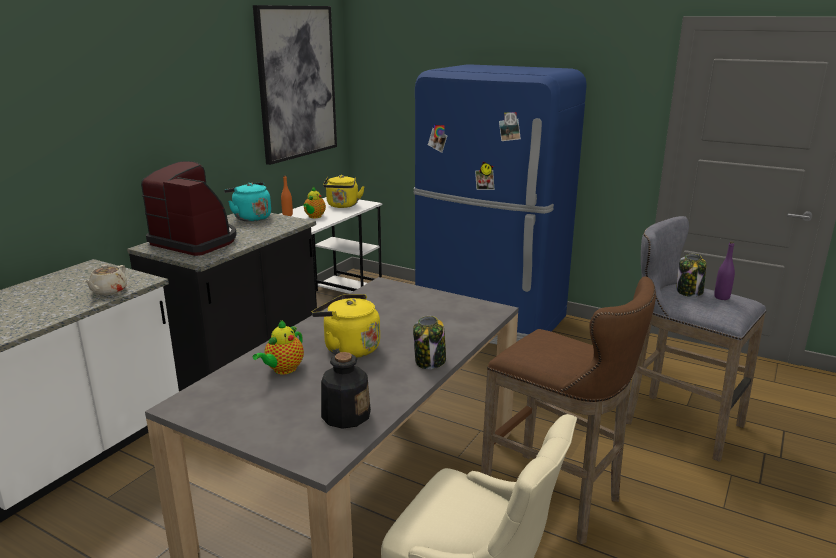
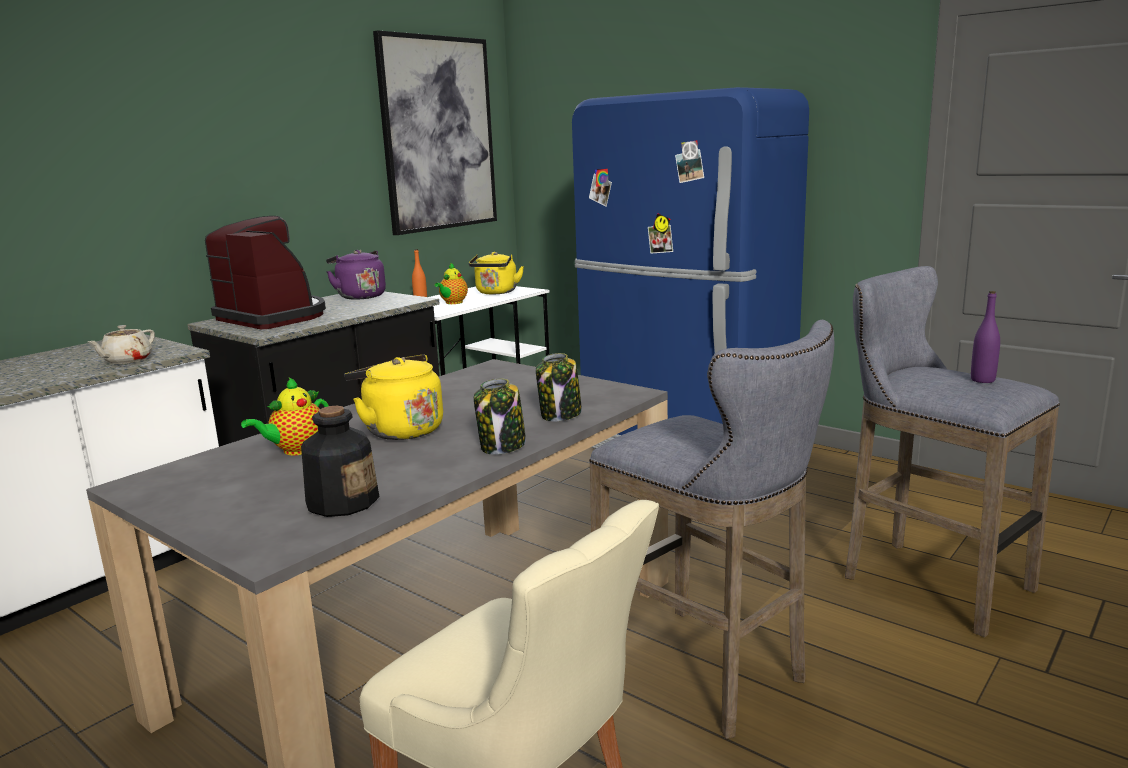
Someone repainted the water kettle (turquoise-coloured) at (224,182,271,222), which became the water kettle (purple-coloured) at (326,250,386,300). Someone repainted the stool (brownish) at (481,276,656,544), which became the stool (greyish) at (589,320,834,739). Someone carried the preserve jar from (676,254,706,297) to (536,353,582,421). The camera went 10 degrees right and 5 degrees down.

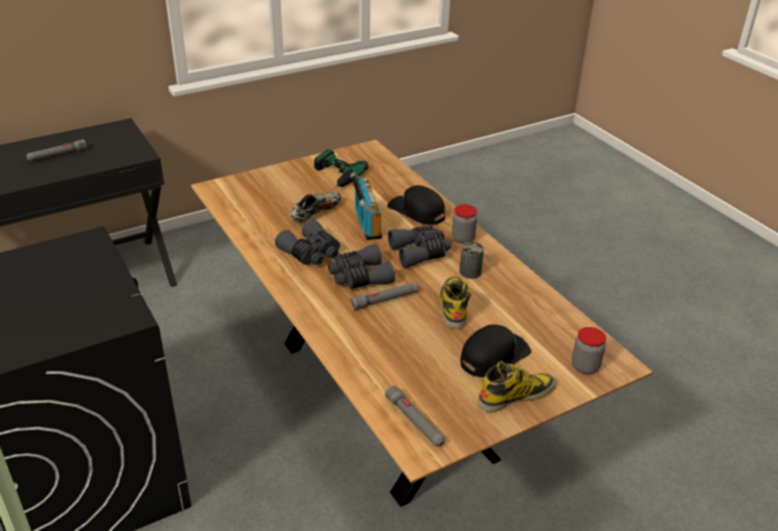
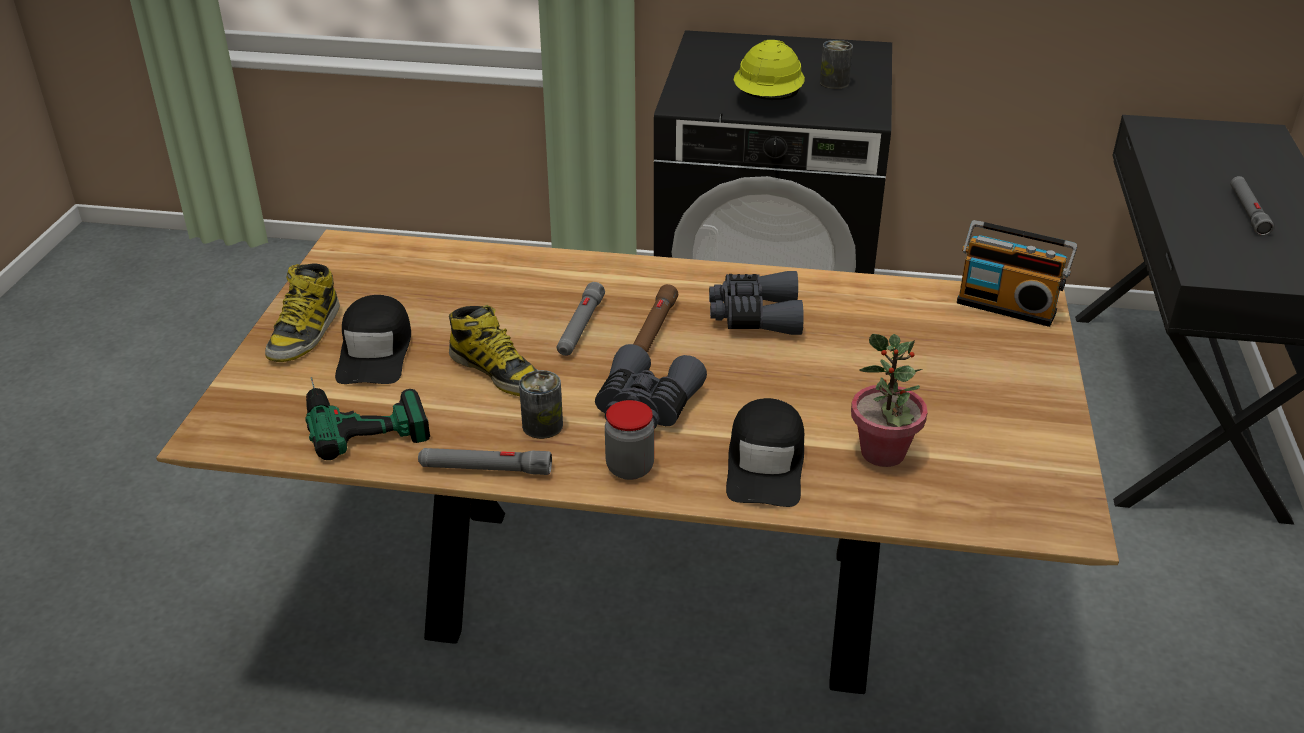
Someone took away the item of footwear at (291,192,341,223). Someone carried the electric drill from (314,149,368,190) to (305,377,430,460). Someone swapped the pair of binoculars (greyish) at (328,244,395,289) for the torch (brownish) at (633,284,678,353). Someone carried the radio receiver from (351,172,382,240) to (957,220,1077,327). Someone carried the torch (greyish) from (385,385,445,447) to (418,448,552,475). Someone rotated the cap (black-coloured) at (387,185,445,225) by 105 degrees clockwise. Someone took away the preserve jar at (572,327,606,374). Someone put down the hard hat (yellowish) at (734,40,805,100). Someone put down the metal can at (820,40,853,89). Someone put down the potted plant at (851,334,928,467). The camera went 130 degrees right and 0 degrees up.

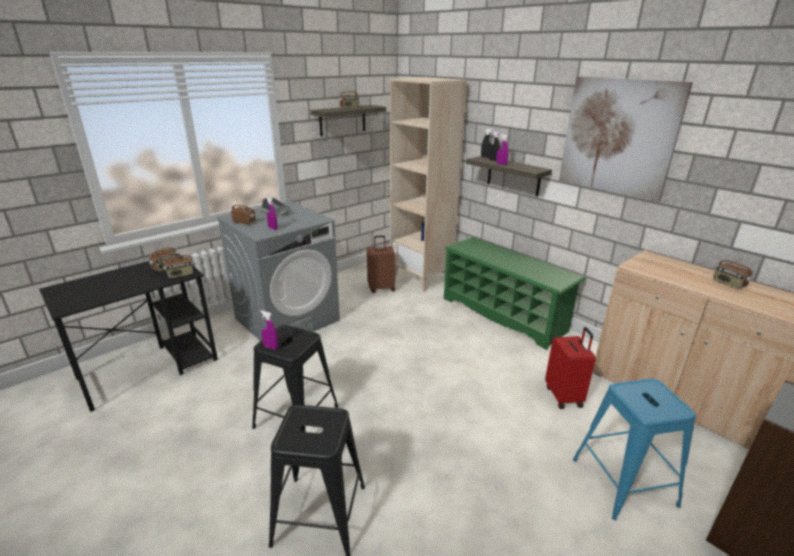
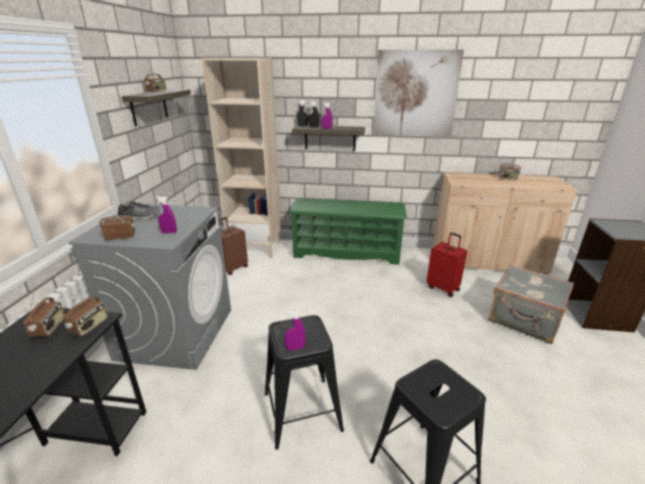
Someone swapped the stool (blue) at (573,379,696,520) for the travel case (greyish) at (489,265,574,344). The camera went 40 degrees left and 0 degrees up.

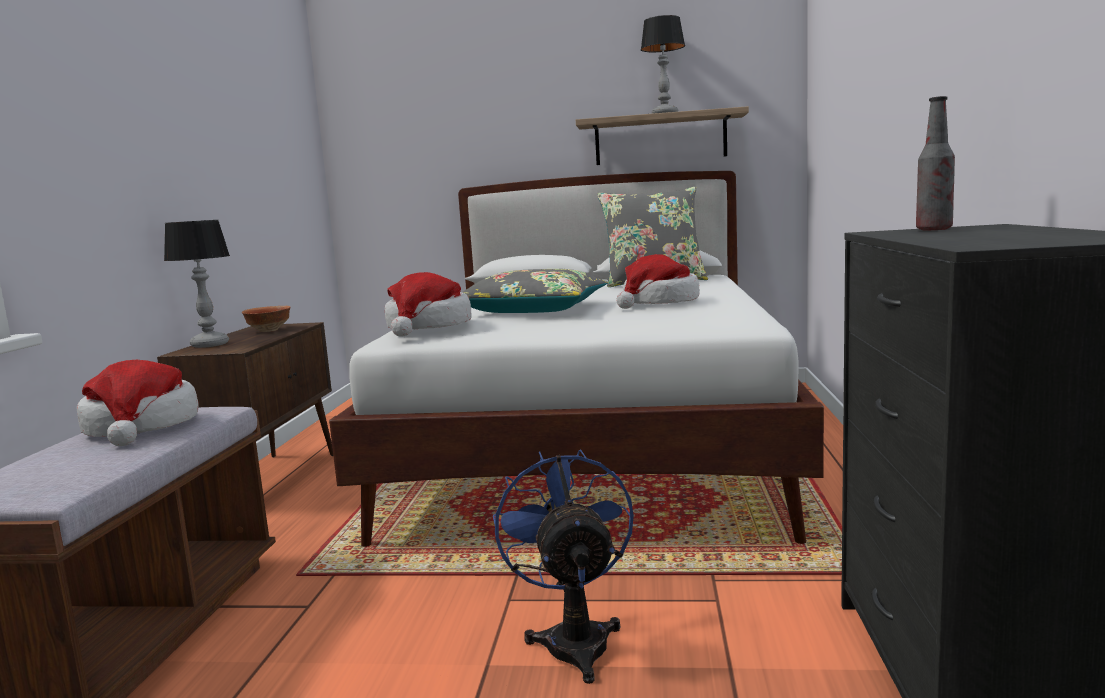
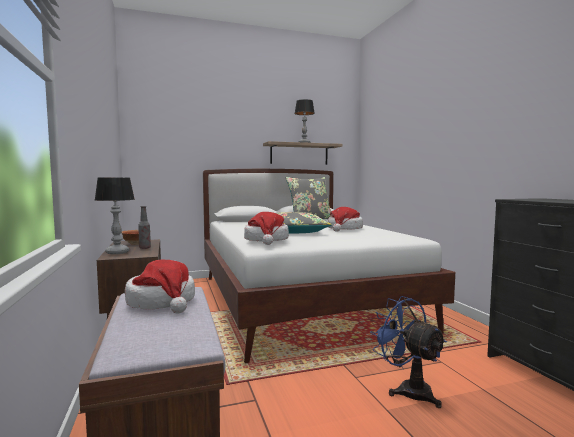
Someone carried the bottle from (916,96,955,230) to (138,206,151,249). The camera went 25 degrees left and 5 degrees down.

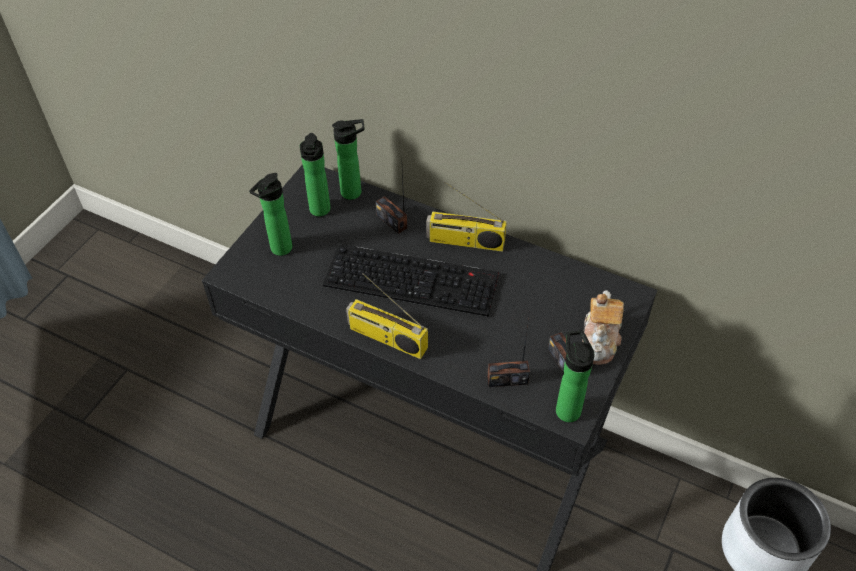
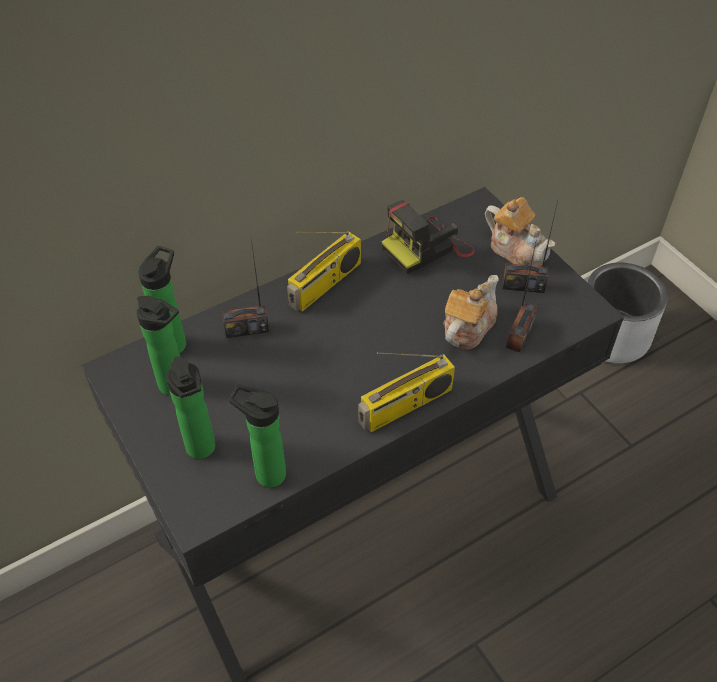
Someone took away the keyboard at (323,244,499,317). Someone carried the bottle from (556,330,594,422) to (229,384,286,488). Someone put down the photo camera at (381,200,475,274). Someone put down the pot for tea at (443,275,499,350). The camera went 60 degrees left and 0 degrees up.

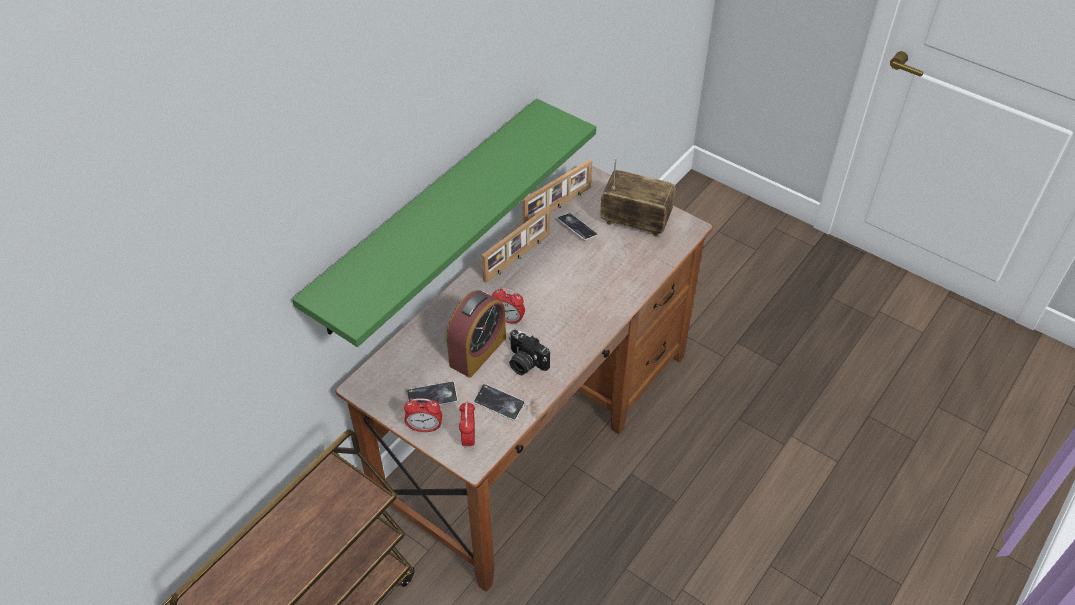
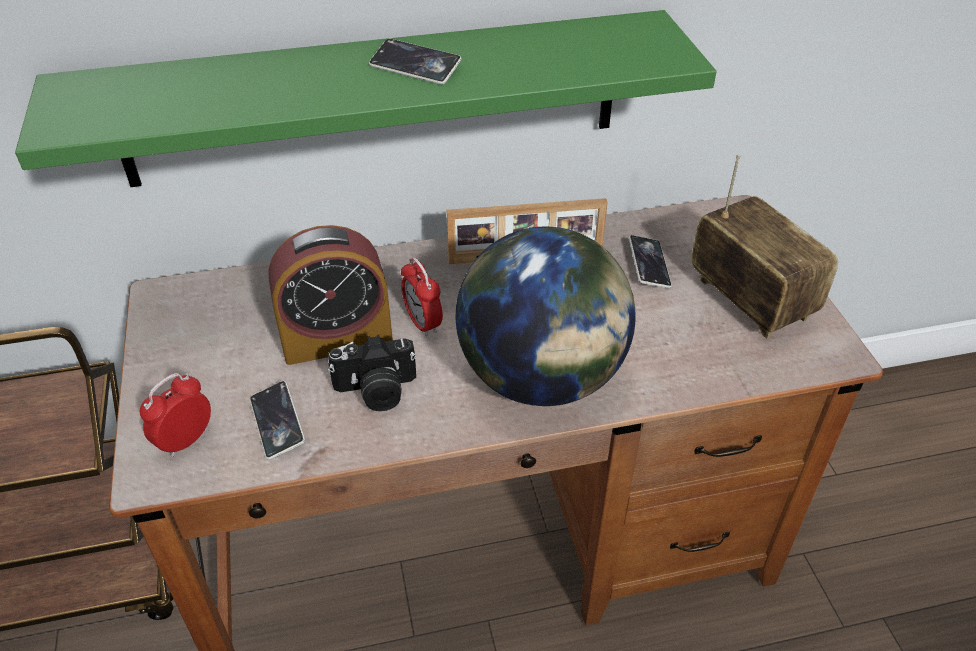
Someone took away the table clock at (404,398,442,432). Someone carried the telephone from (407,381,458,405) to (369,39,461,85). Someone rotated the photo camera at (509,330,550,375) by 90 degrees counterclockwise. Someone took away the picture frame at (522,159,592,224). Someone put down the desk globe at (455,227,636,406). The camera went 40 degrees right and 5 degrees down.

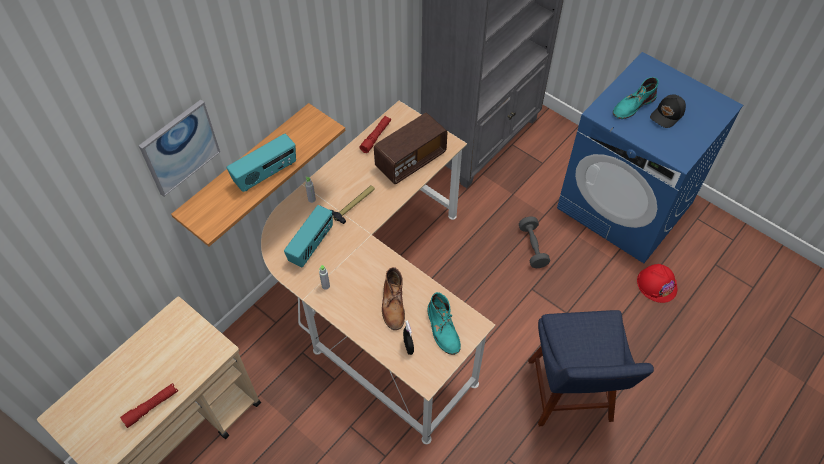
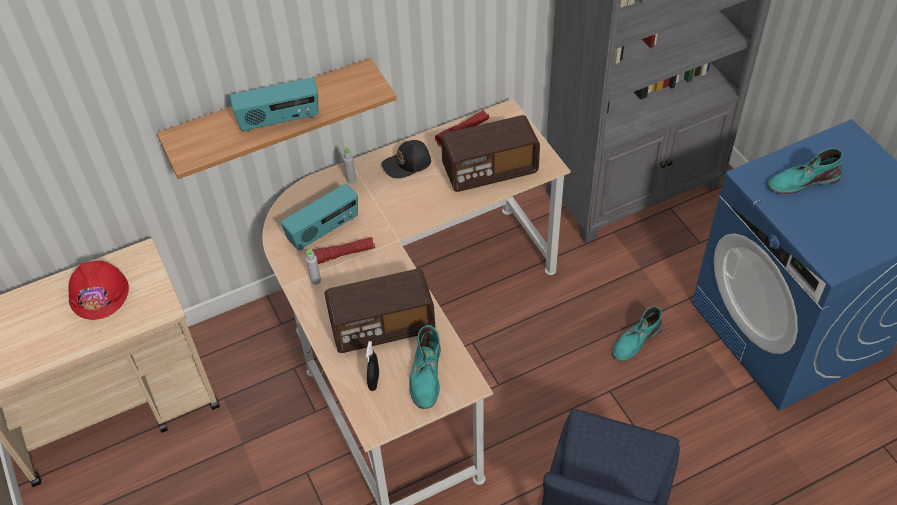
Someone carried the torch (red-coloured) from (120,383,178,428) to (312,237,375,264). Someone took away the wall art at (139,100,220,197). Someone took away the hammer at (331,185,375,224). Someone swapped the boot (brownish) at (382,267,405,330) for the radio receiver at (324,269,436,353). Someone swapped the free weight (greyish) at (519,216,550,268) for the boot (turquoise-coloured) at (612,306,663,361). Someone carried the hard hat (red-coloured) from (637,264,677,303) to (68,261,129,320). Someone carried the cap (black-coloured) from (650,94,686,128) to (382,140,431,178). The camera went 25 degrees right and 5 degrees down.

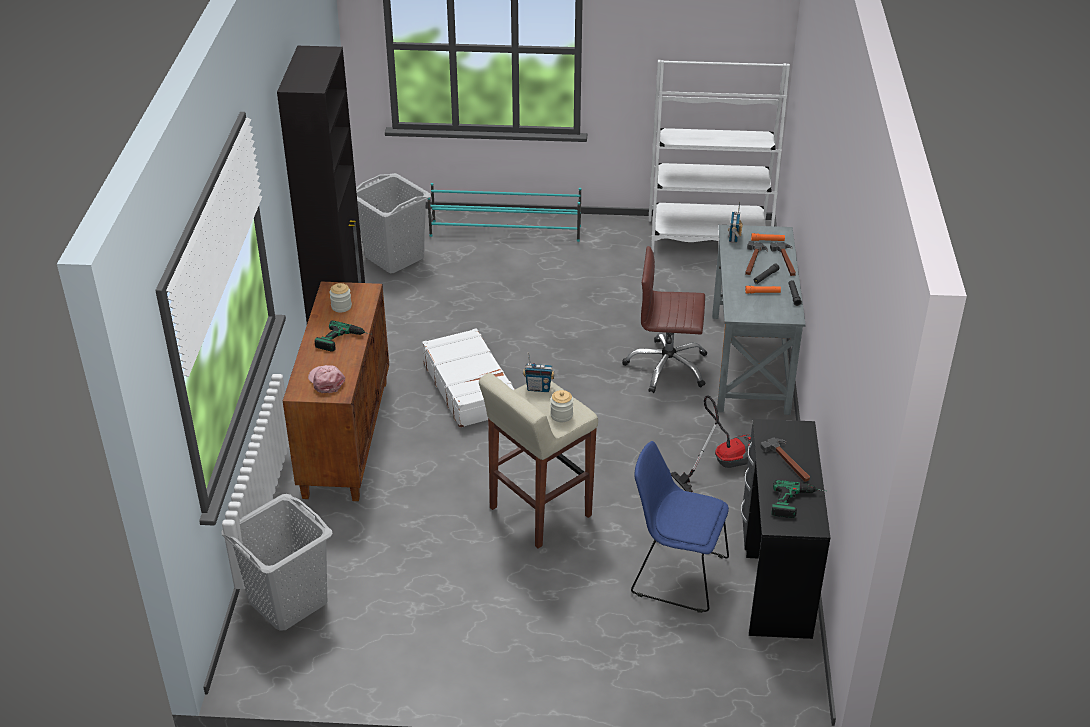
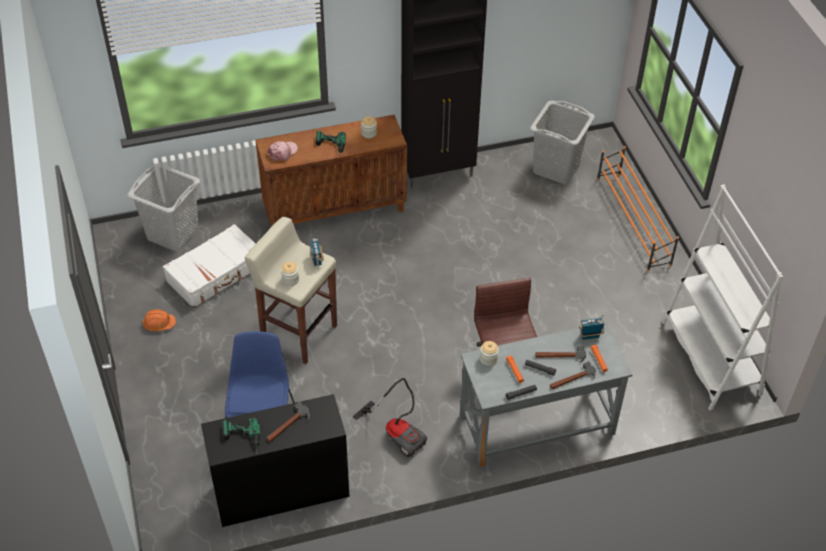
Someone carried the travel case (white) from (422,328,515,428) to (163,224,256,308). Someone repainted the shoe shelf (turquoise-coloured) at (428,183,581,242), which became the shoe shelf (orangey) at (597,146,679,271). Someone put down the hard hat (orangey) at (143,309,176,331). Someone put down the preserve jar at (480,341,499,366). The camera went 70 degrees right and 10 degrees up.

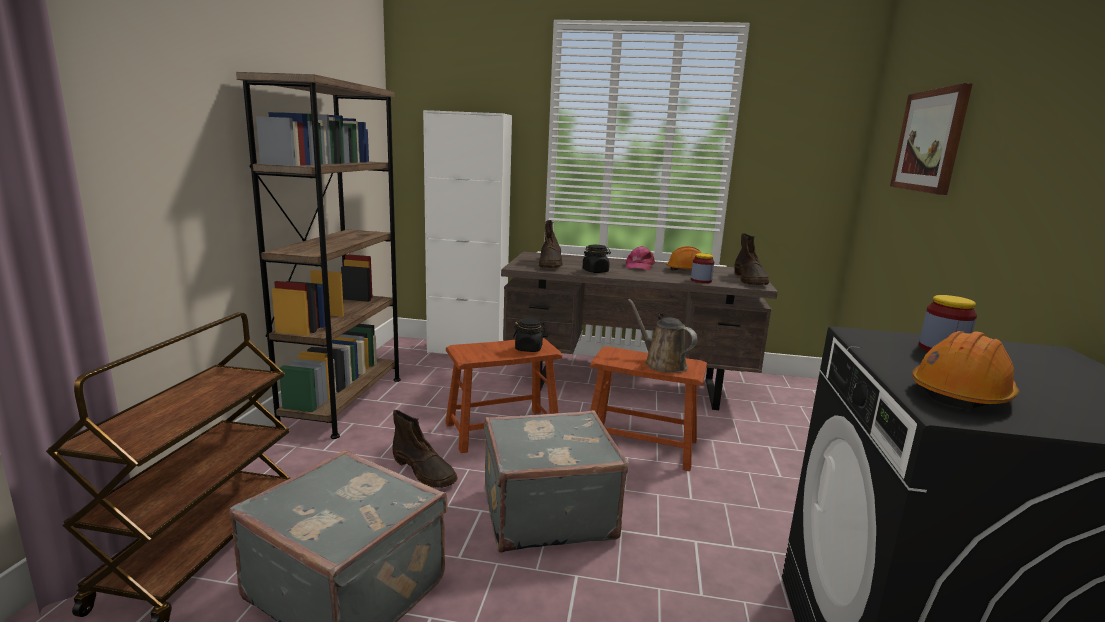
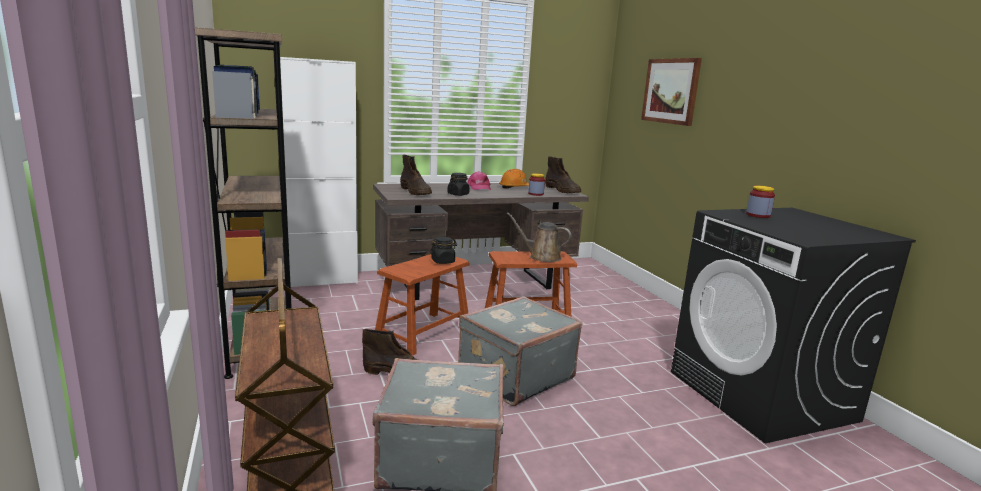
Someone took away the hard hat (orangey) at (912,331,1019,409). The camera went 30 degrees left and 0 degrees up.

